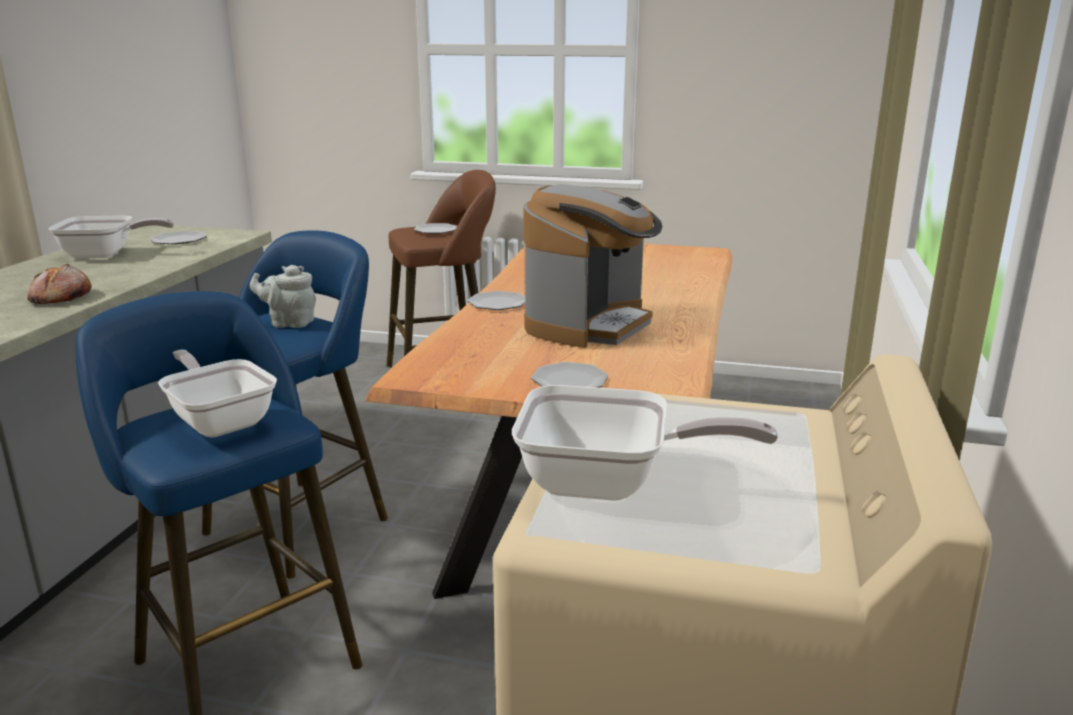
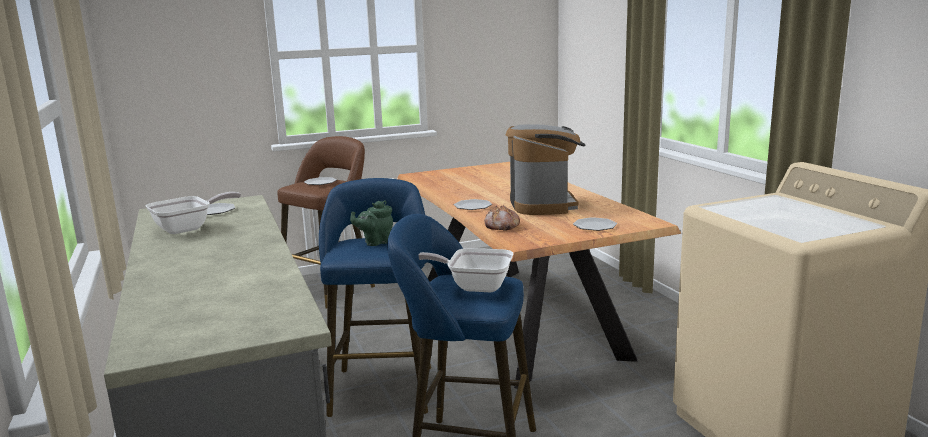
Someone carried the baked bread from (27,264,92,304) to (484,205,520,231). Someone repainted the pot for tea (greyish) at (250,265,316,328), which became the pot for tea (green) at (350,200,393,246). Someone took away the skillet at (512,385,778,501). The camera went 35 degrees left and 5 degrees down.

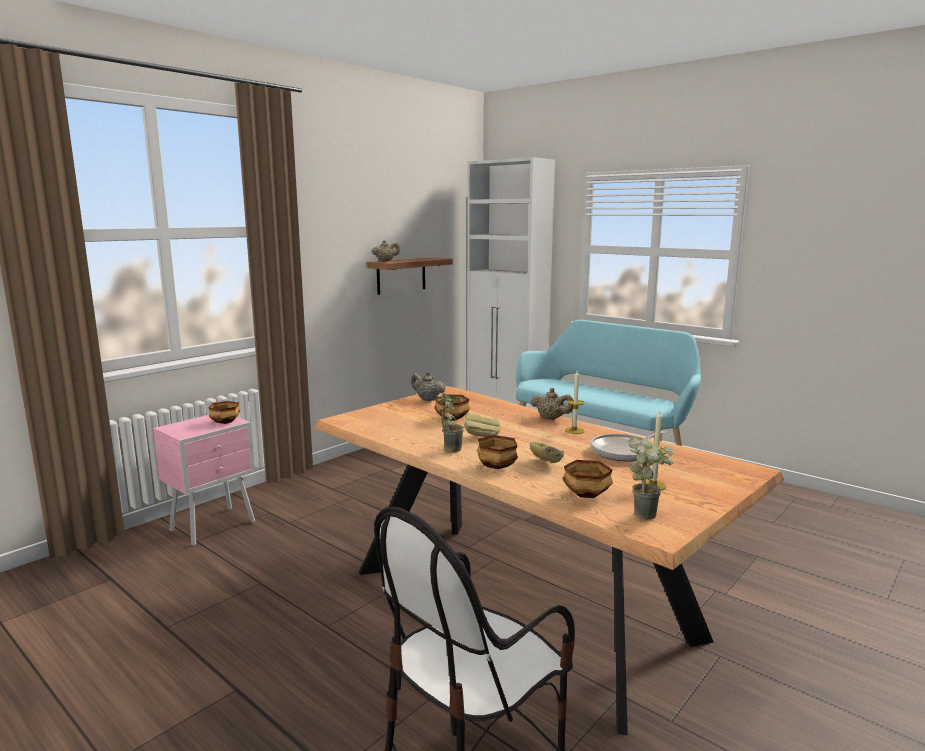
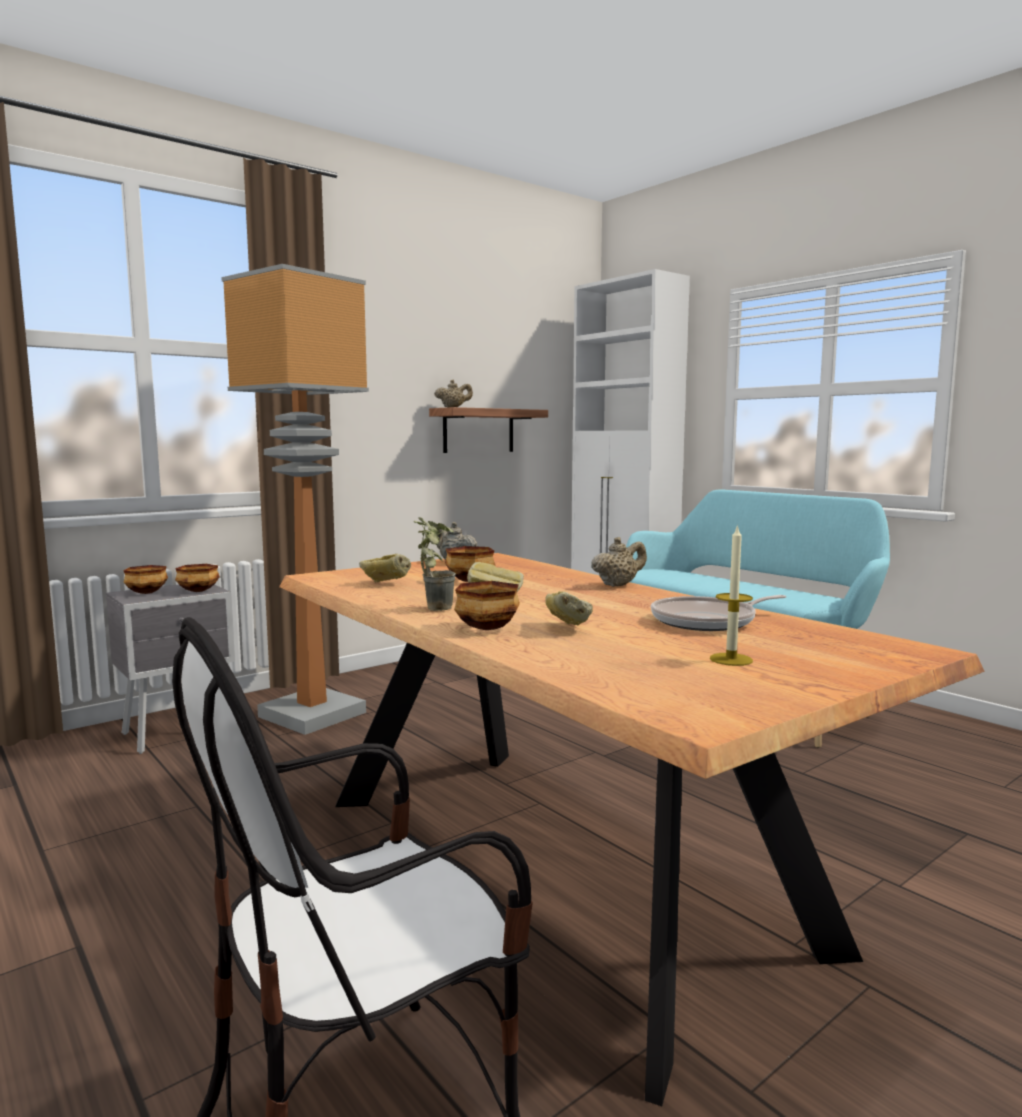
Someone repainted the bedside table (pinkish) at (153,415,255,546), which became the bedside table (greyish) at (106,584,235,754). Someone rotated the pot for tea (beige-coloured) at (531,388,573,420) by 75 degrees counterclockwise. Someone carried the deep dish from (563,460,613,498) to (123,565,168,594). Someone took away the wax light at (565,371,584,434). Someone took away the potted plant at (628,437,673,520). Someone put down the standing lamp at (221,264,369,735). Someone put down the baked bread at (359,554,411,582). The camera went 10 degrees right and 5 degrees down.

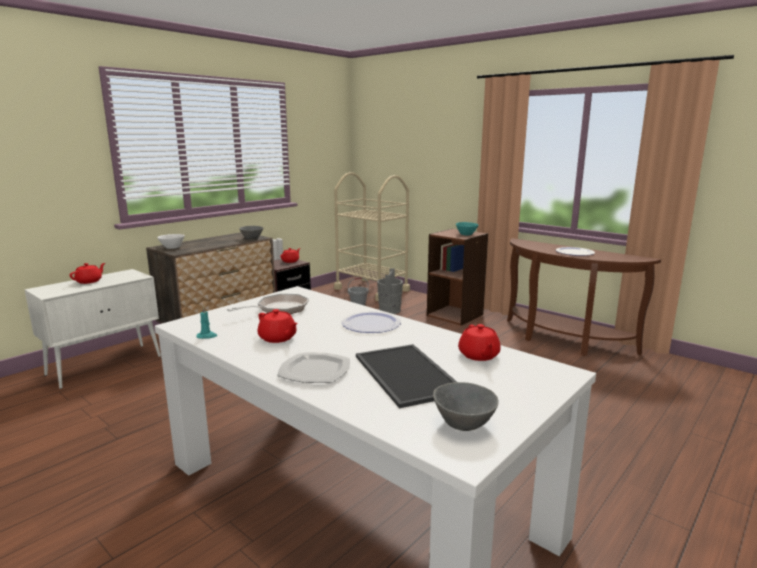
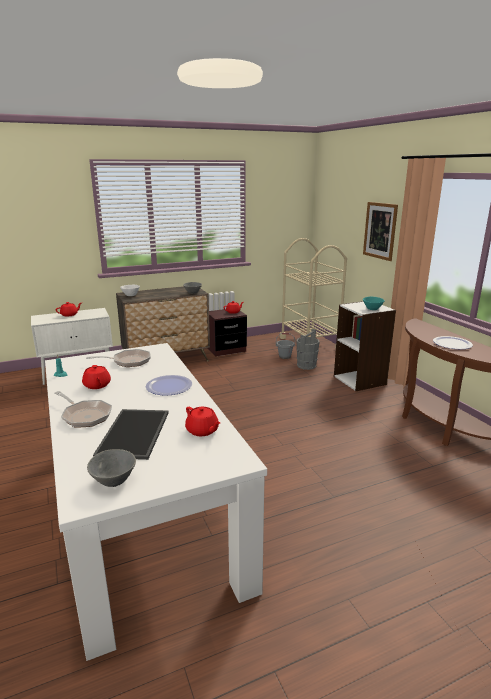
Someone swapped the flat dish at (277,352,350,383) for the skillet at (54,391,112,428). Someone repainted the shelving unit (brownish) at (427,228,488,326), which became the shelving unit (white) at (334,301,396,391). Someone rotated the pot for tea (red-coloured) at (458,324,501,361) by 60 degrees counterclockwise. Someone put up the wall art at (363,202,398,261). The camera went 25 degrees right and 5 degrees up.

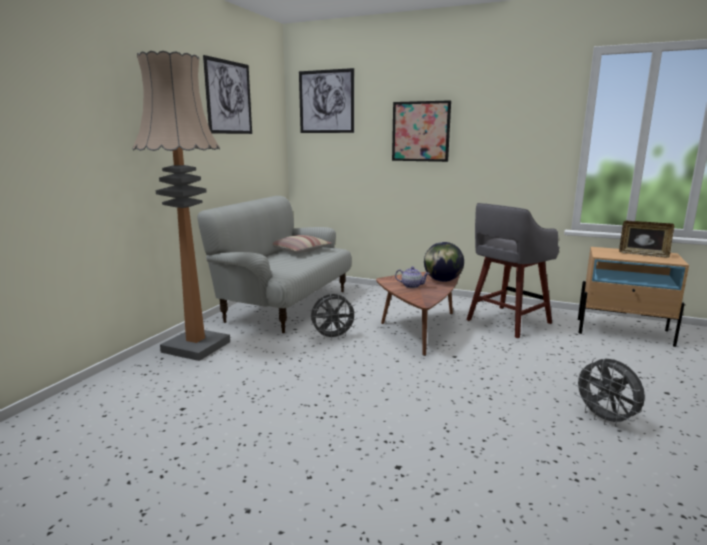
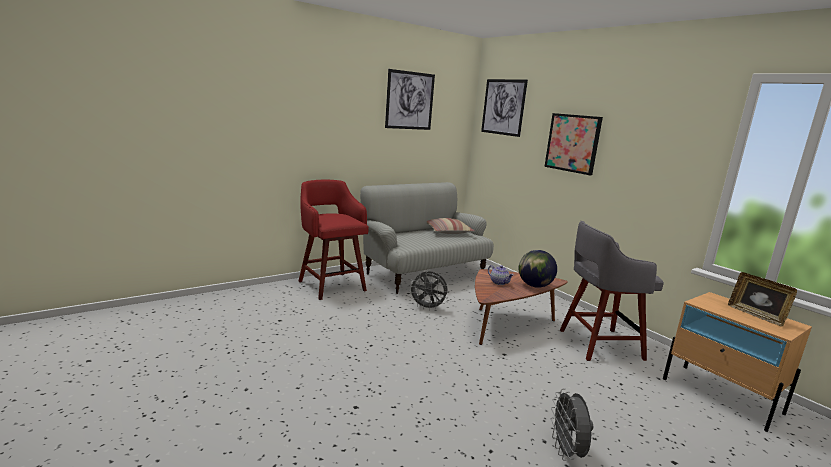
Someone swapped the standing lamp at (133,51,230,361) for the stool (red-coloured) at (299,180,369,300). The camera went 30 degrees right and 0 degrees up.

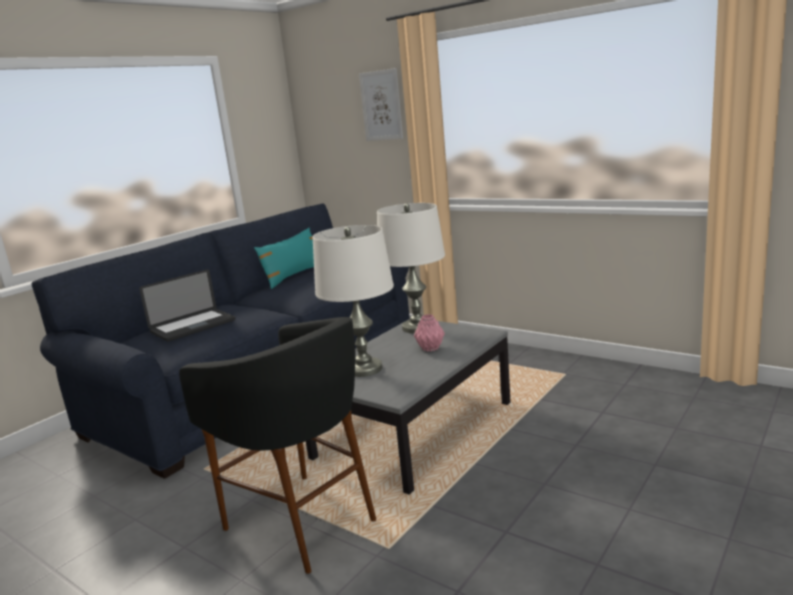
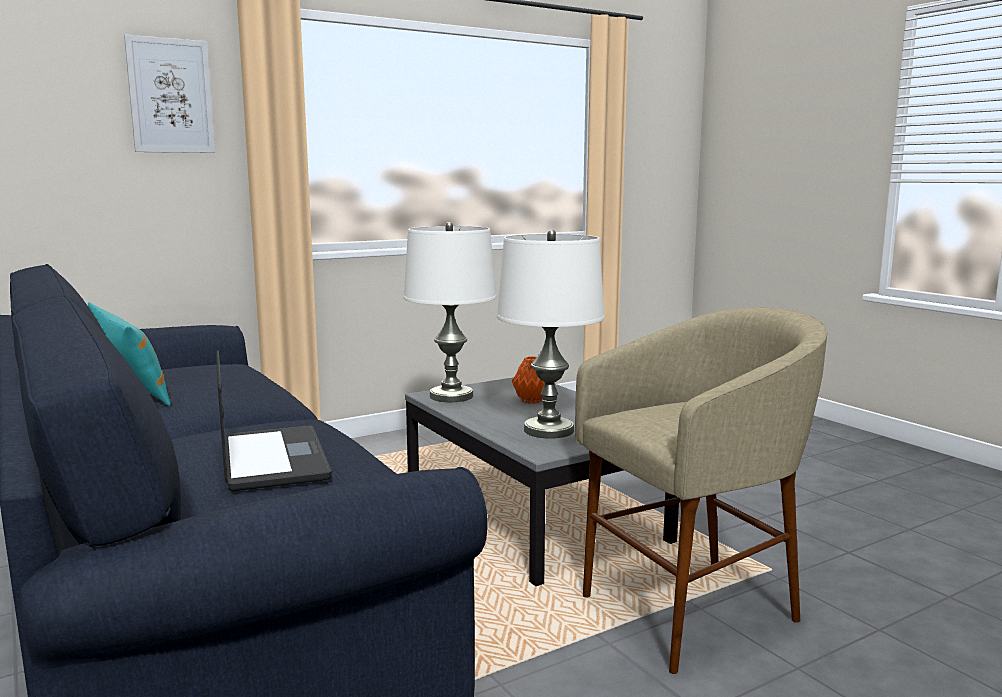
Someone repainted the stool (black-coloured) at (179,317,376,574), which became the stool (beige-coloured) at (575,308,828,674). Someone repainted the vase (pinkish) at (414,314,445,351), which became the vase (orangey) at (512,356,545,404). The camera went 70 degrees left and 5 degrees down.

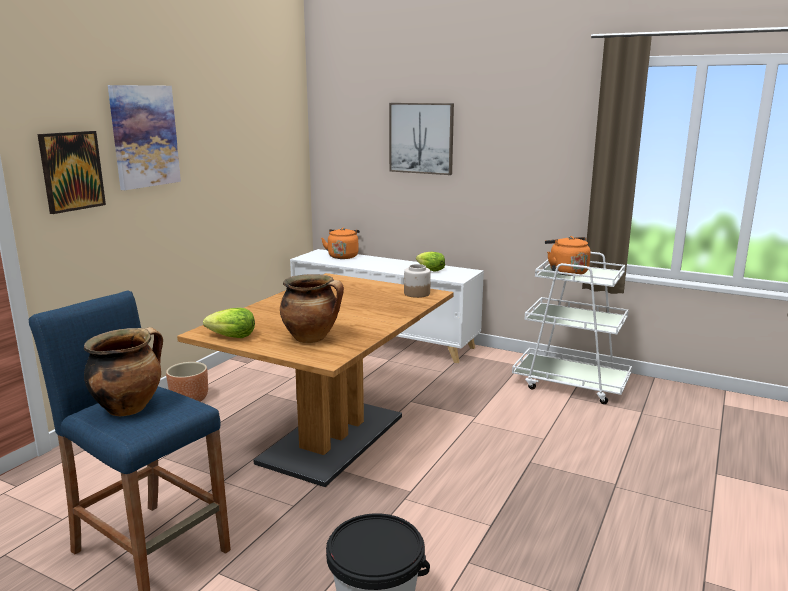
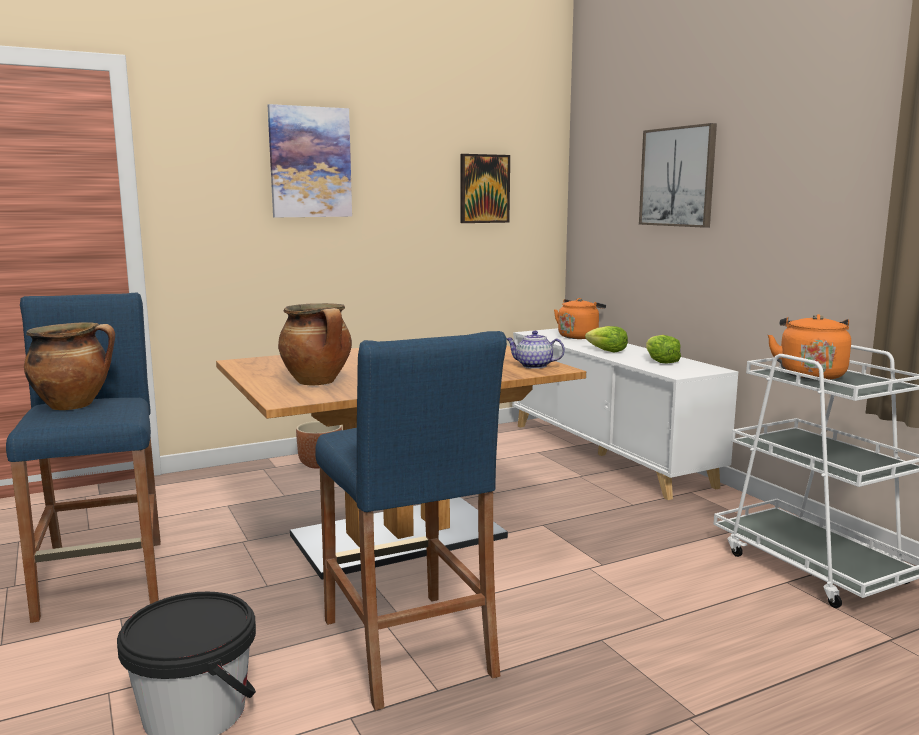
Someone carried the wall art from (37,131,106,214) to (461,154,510,223). Someone carried the lettuce head from (203,308,255,338) to (585,326,628,352). Someone swapped the preserve jar at (404,264,431,298) for the pot for tea at (506,331,565,369). Someone put down the stool (blue) at (315,331,507,711). The camera went 35 degrees right and 5 degrees down.

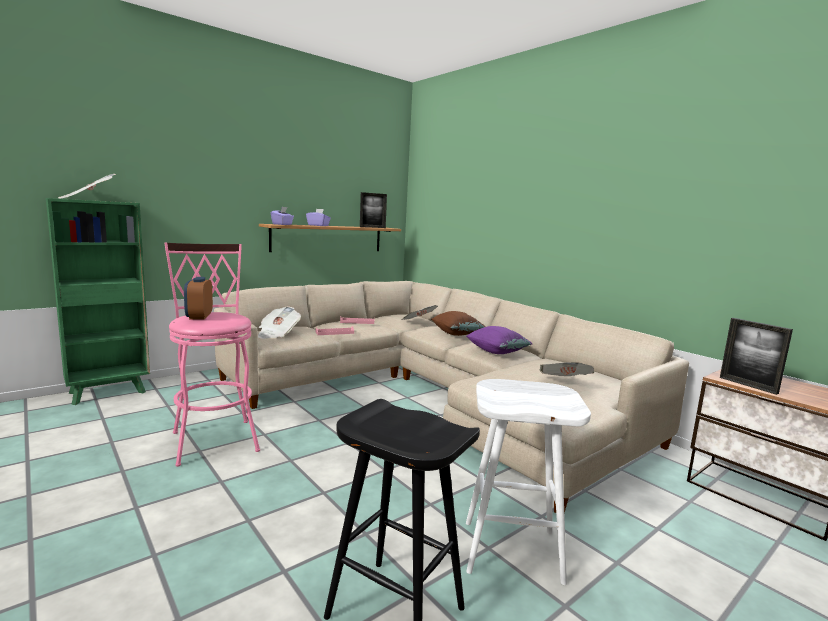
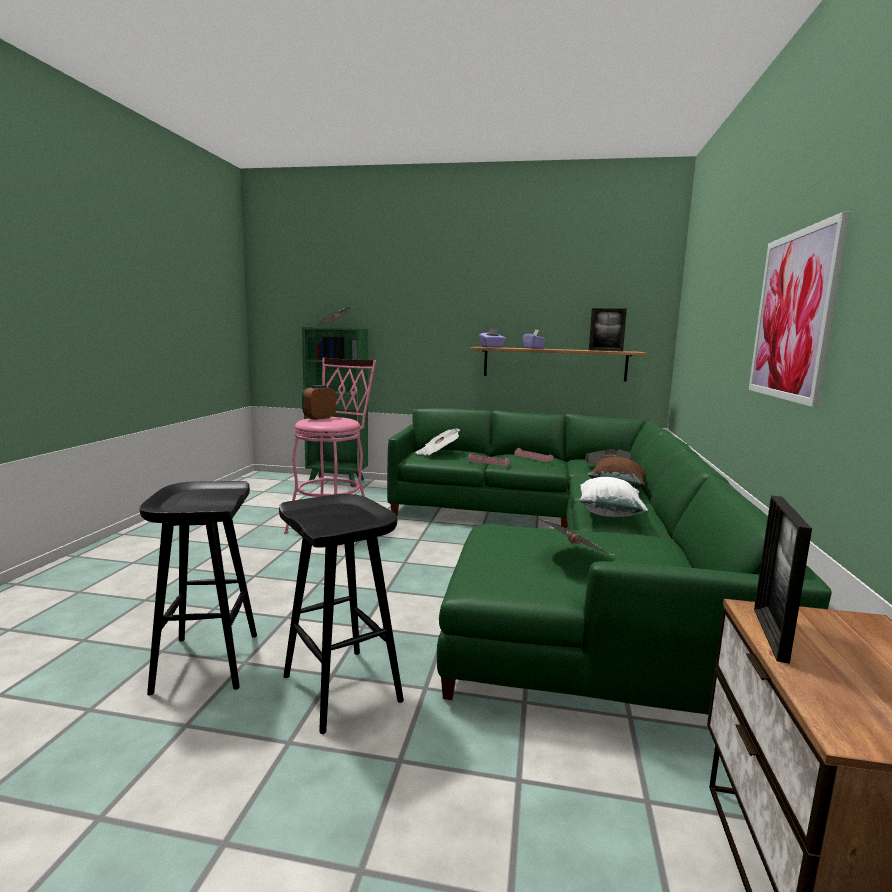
Someone repainted the sofa (beige-coloured) at (214,281,689,513), which became the sofa (green) at (387,408,832,715). Someone repainted the pillow (purple-coloured) at (466,326,532,354), which became the pillow (white) at (580,477,648,517). Someone repainted the stool (white) at (466,379,591,585), which became the stool (black-coloured) at (279,494,404,734). Someone put up the wall art at (749,212,850,407). The camera went 50 degrees right and 0 degrees up.

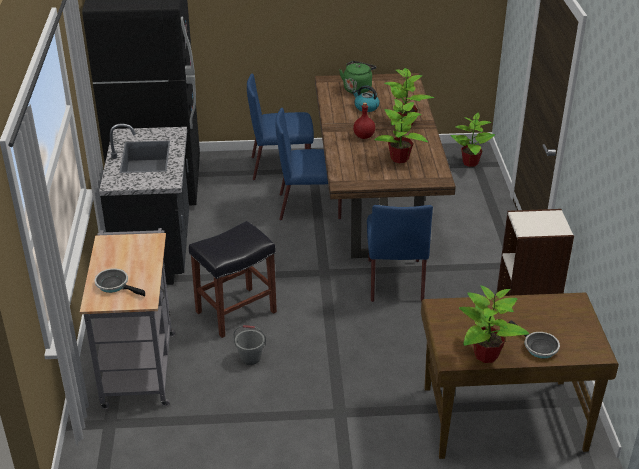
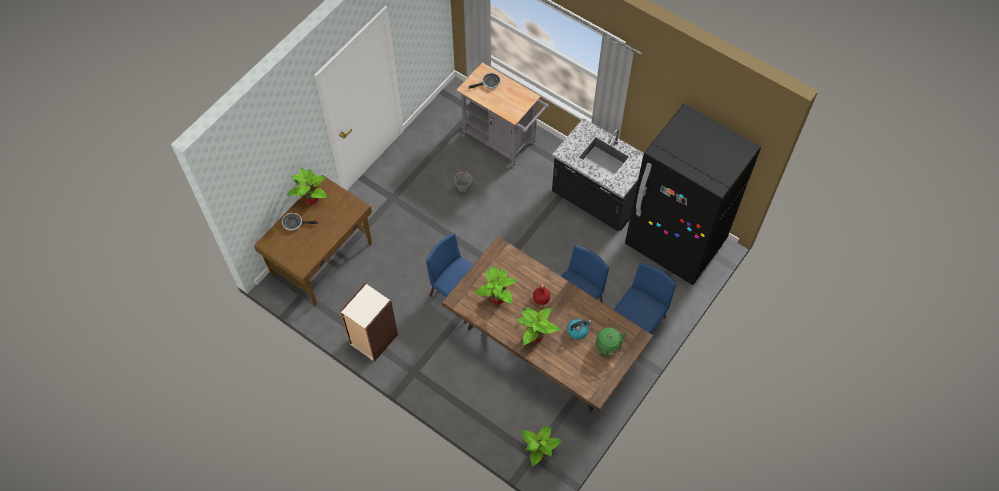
Someone took away the stool (black-coloured) at (189,221,277,338). The camera went 130 degrees right and 25 degrees up.

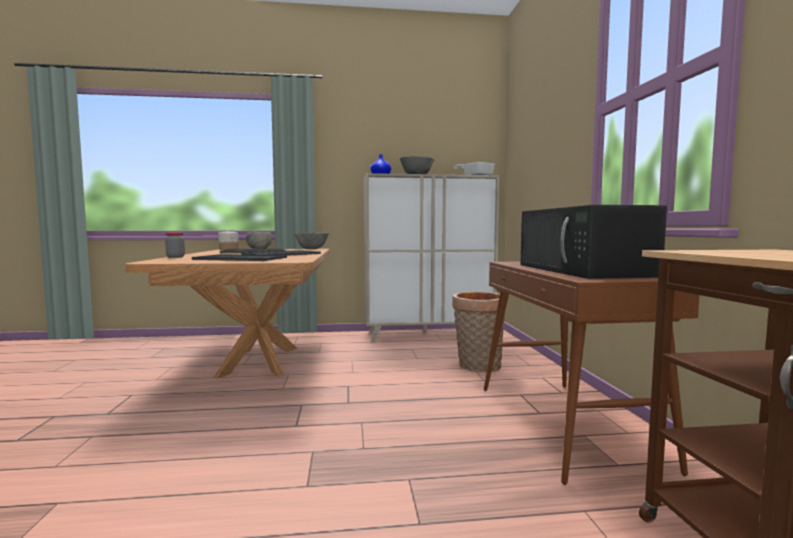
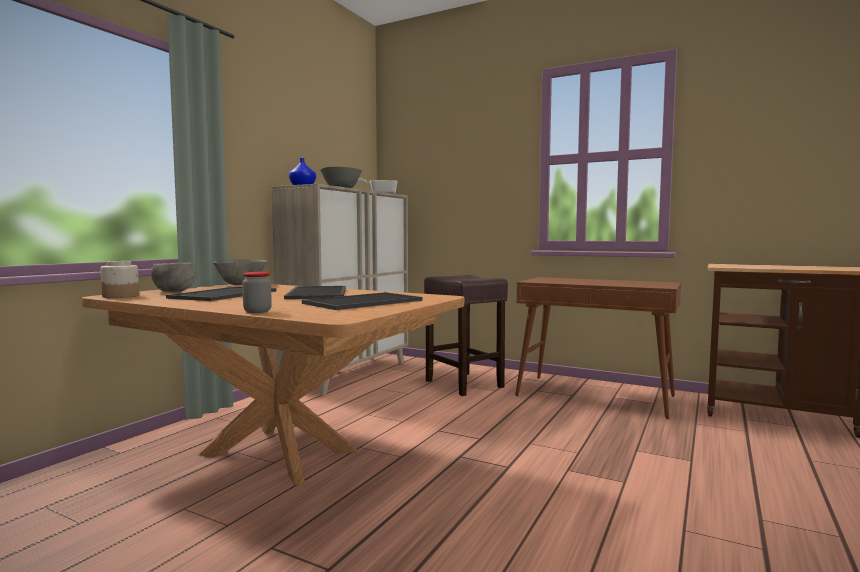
Someone swapped the storage basket at (452,292,505,373) for the stool (brownish) at (424,275,508,396). Someone took away the microwave (black-coloured) at (520,205,667,279). The camera went 55 degrees left and 0 degrees up.

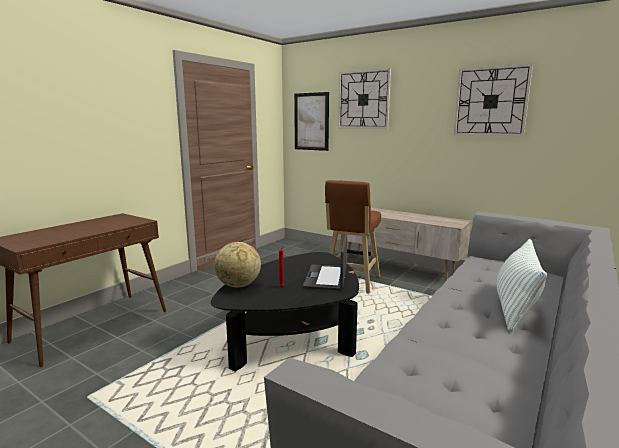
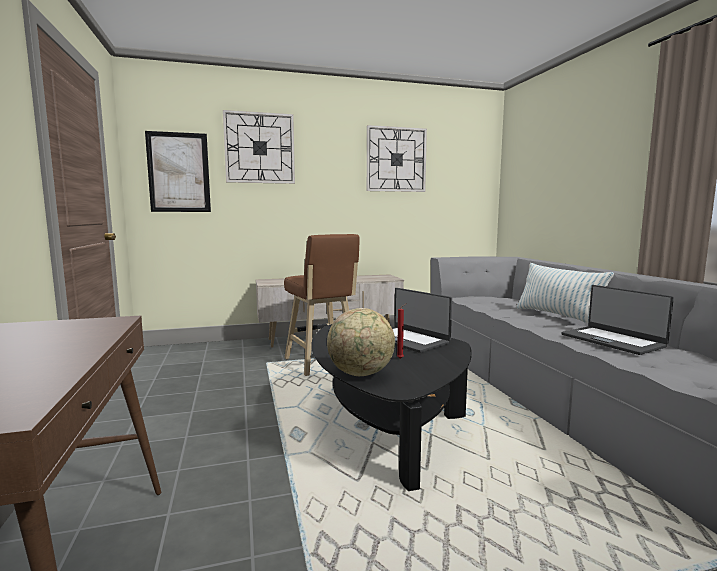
Someone put down the notebook computer at (562,285,674,355). The camera went 50 degrees left and 5 degrees down.

